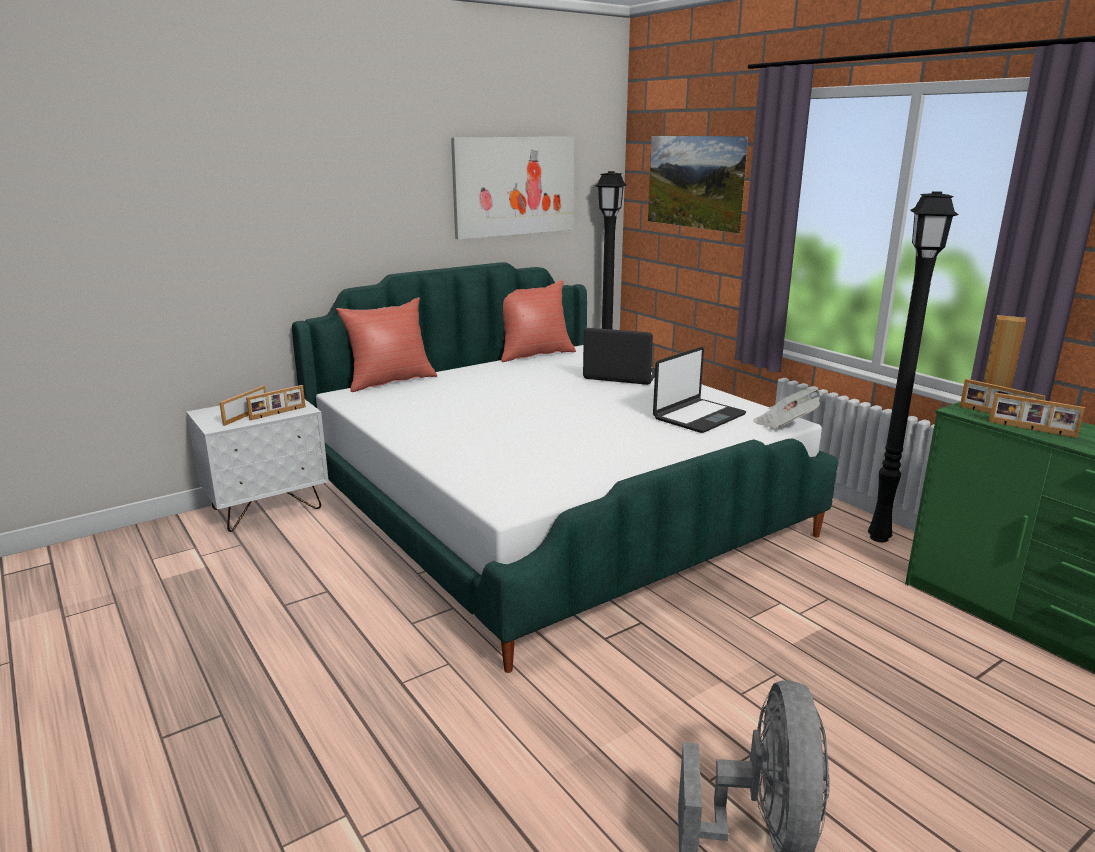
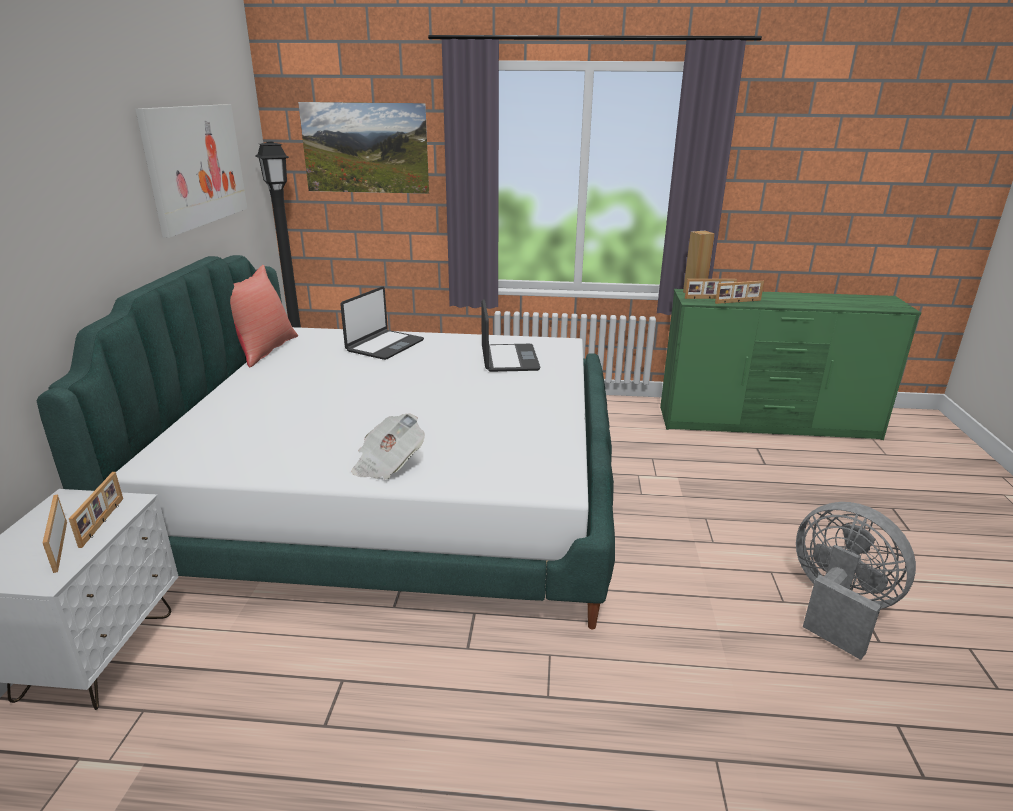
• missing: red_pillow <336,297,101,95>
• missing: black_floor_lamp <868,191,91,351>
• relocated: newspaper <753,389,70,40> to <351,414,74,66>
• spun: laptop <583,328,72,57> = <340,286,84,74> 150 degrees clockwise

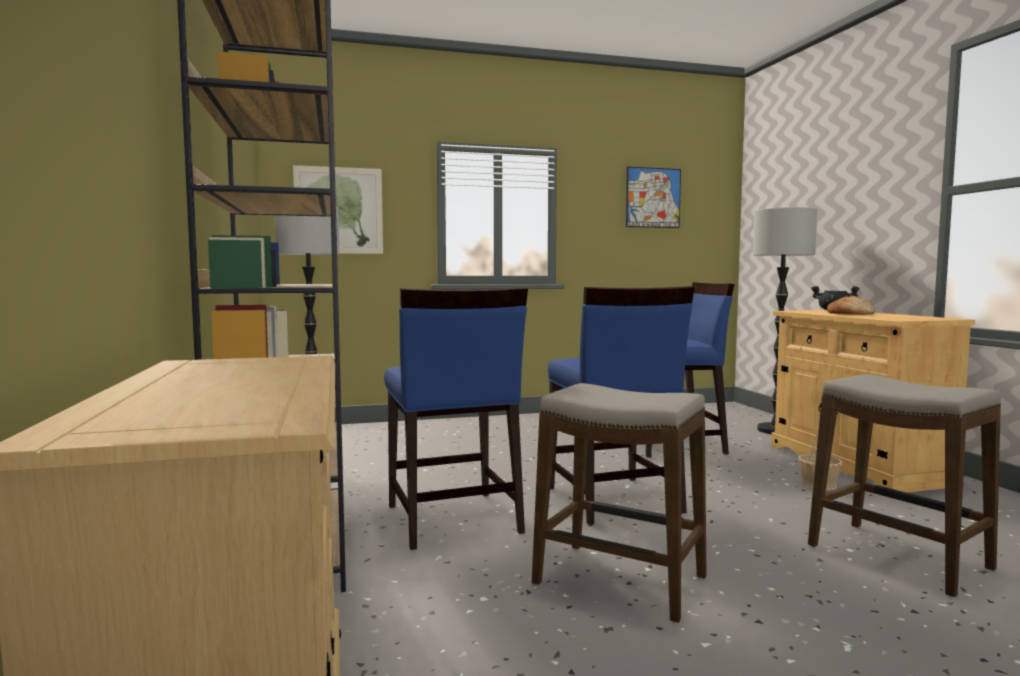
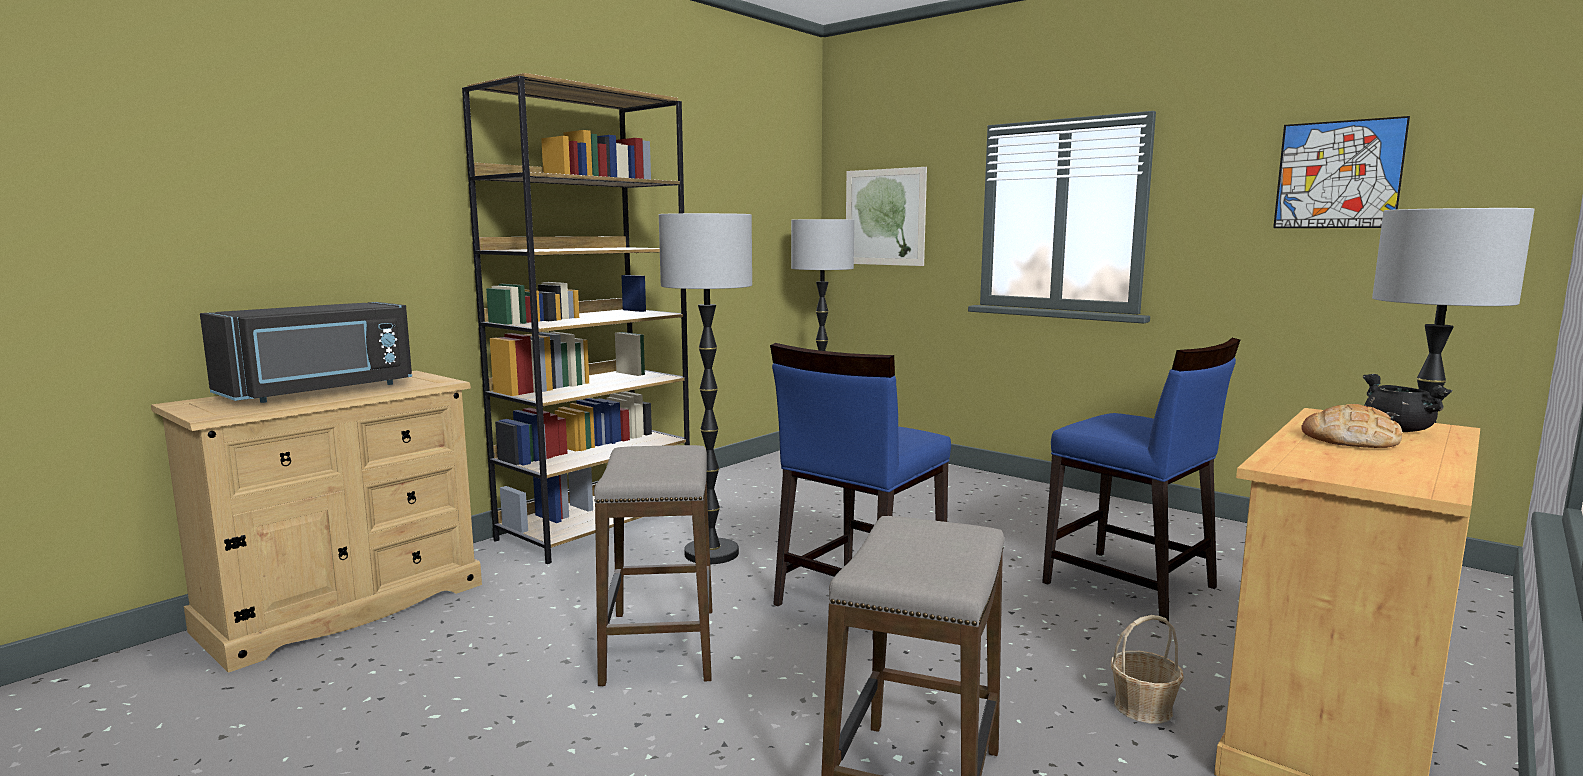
• appeared: black_microwave <200,302,212,101>
• exchanged: blue_chair <384,287,144,263> to floor_lamp <659,213,93,351>

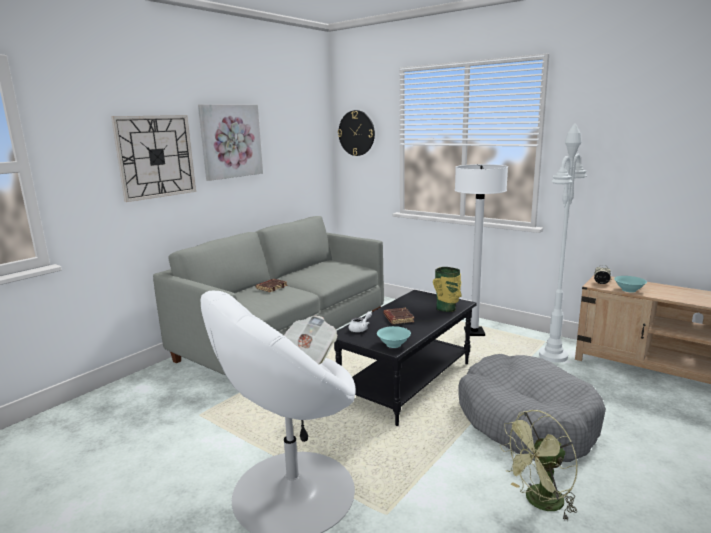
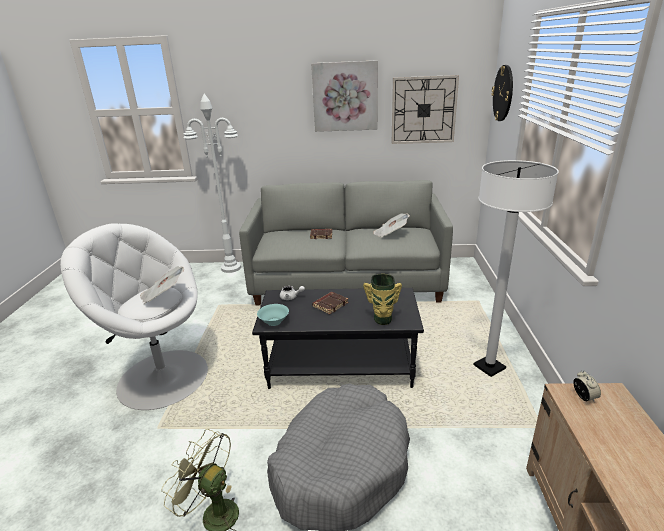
• missing: turquoise_bowl <614,276,33,17>
• appeared: newspaper <373,213,37,25>
• relocated: wall_clock <111,115,85,87> to <391,75,68,69>
• relocated: white_floor_lamp <539,123,48,240> to <183,94,58,179>

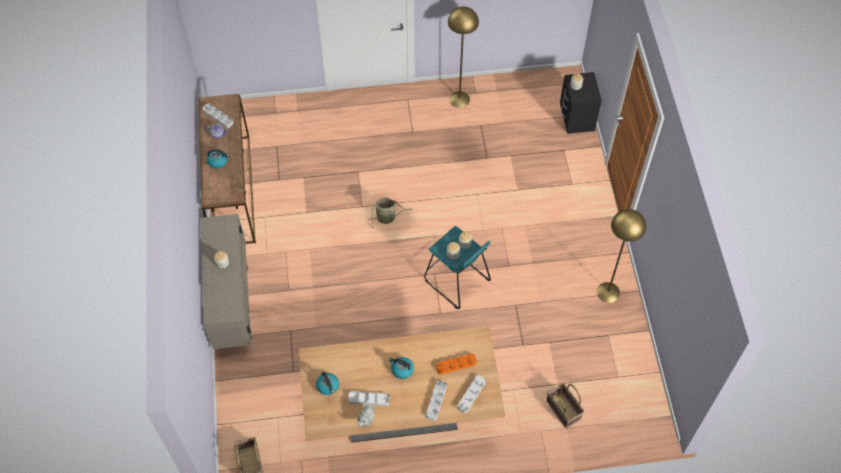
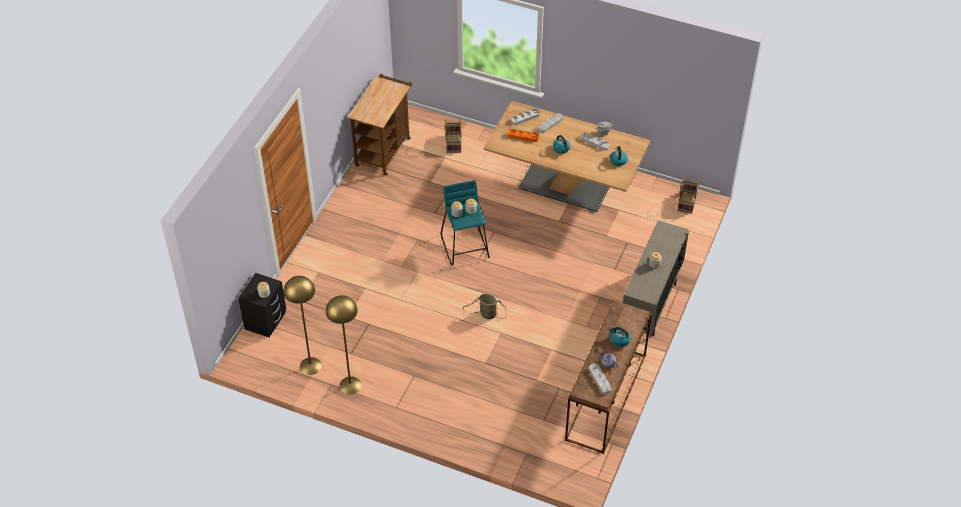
• appeared: brown_cart <348,74,64,101>
• relocated: yellow_floor_lamp <597,209,50,94> to <284,276,38,99>

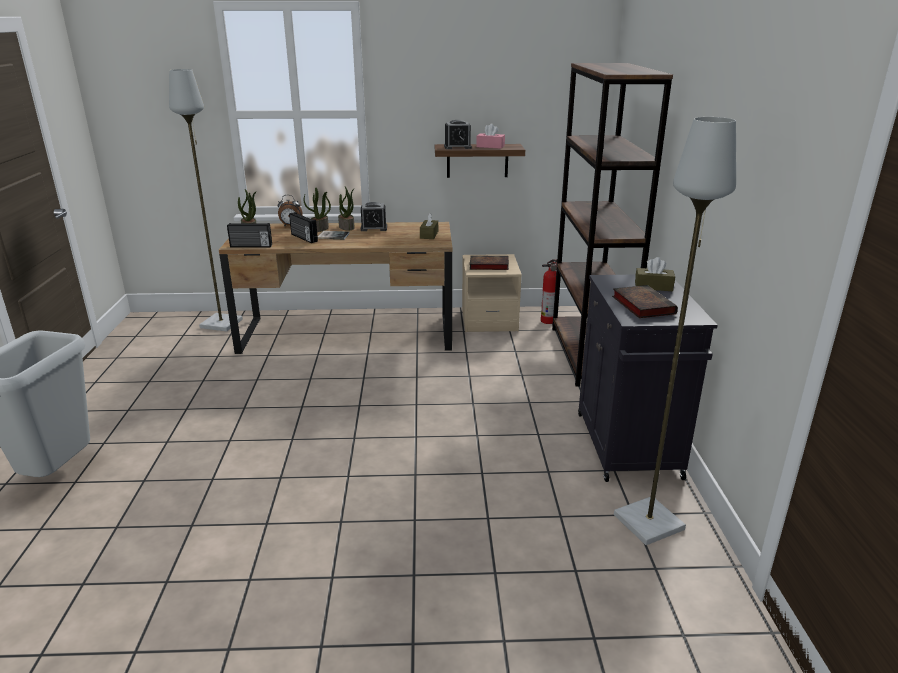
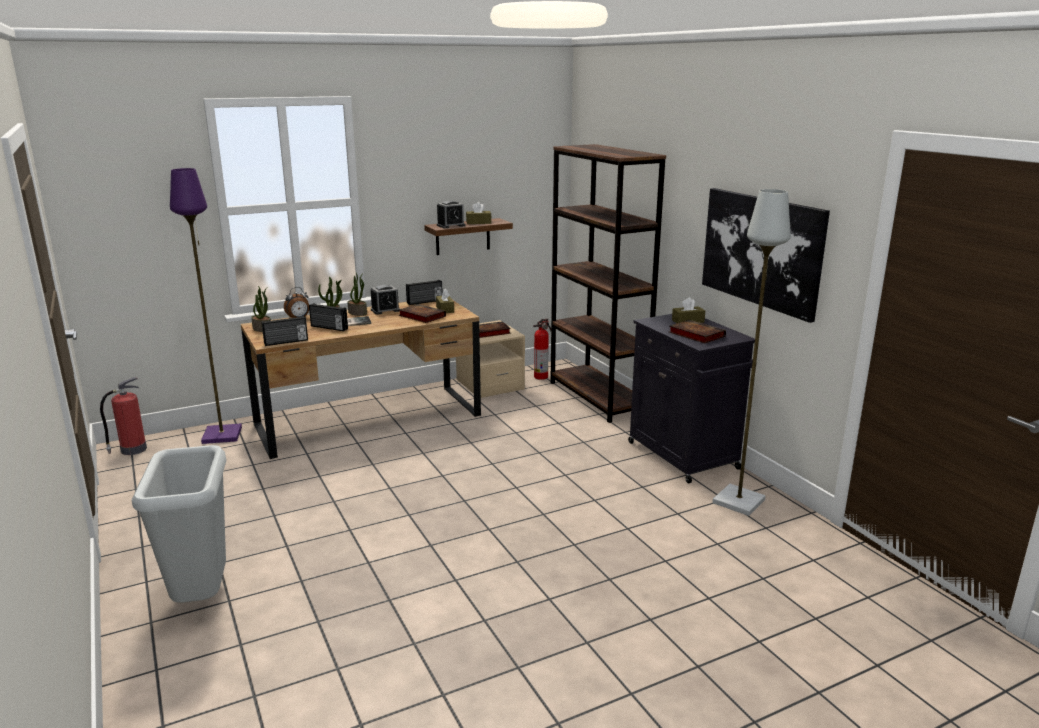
• appeared: fire_extinguisher <100,377,47,78>
• appeared: book <399,304,47,19>
• appeared: radio <406,280,37,25>
• appeared: picture <702,188,128,135>
• colour: grey_floor_lamp <169,69,74,262> to purple_floor_lamp <170,168,72,276>
• colour: pink_tissue_box <476,124,29,25> to brown_tissue_box <466,202,25,22>

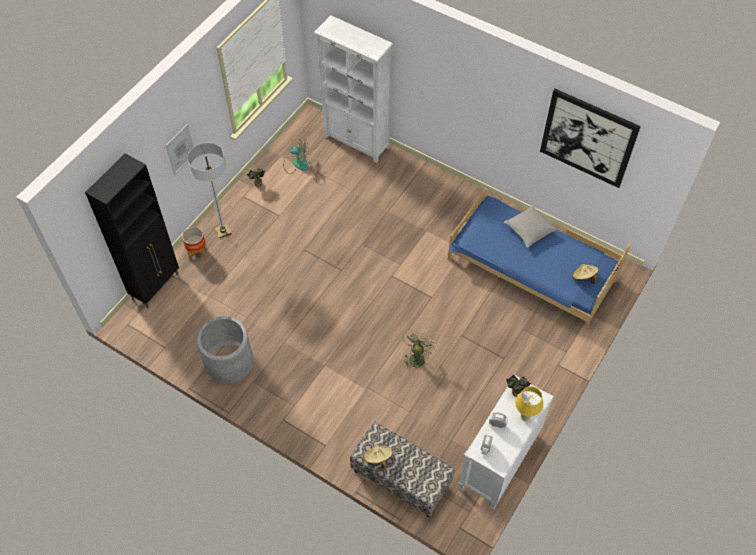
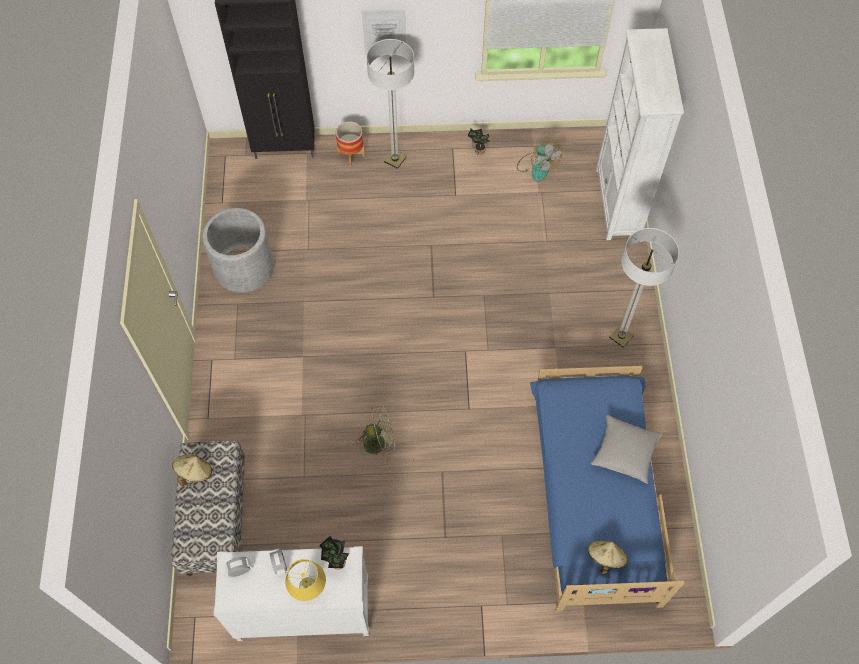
• missing: picture <540,89,101,99>
• appeared: floor_lamp <609,228,70,120>

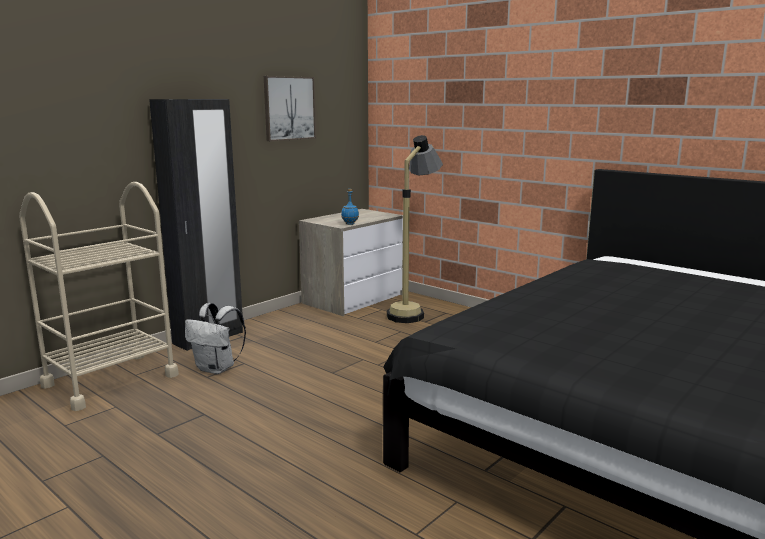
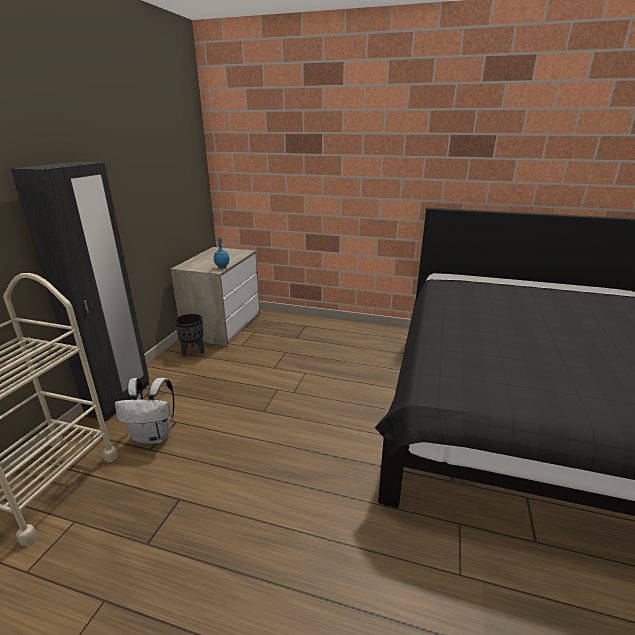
• missing: picture <264,76,52,65>
• missing: floor_lamp <387,135,56,188>
• appeared: black_planter <175,314,29,42>

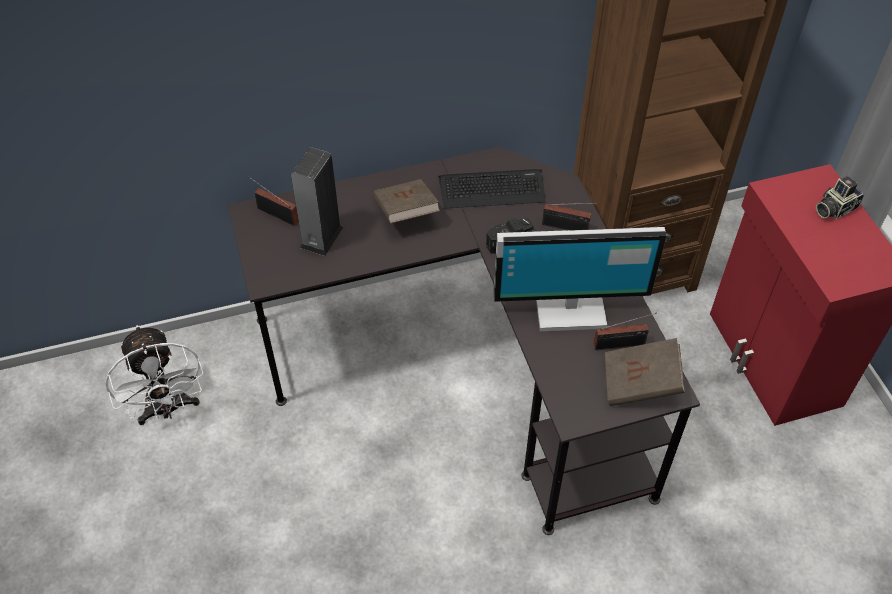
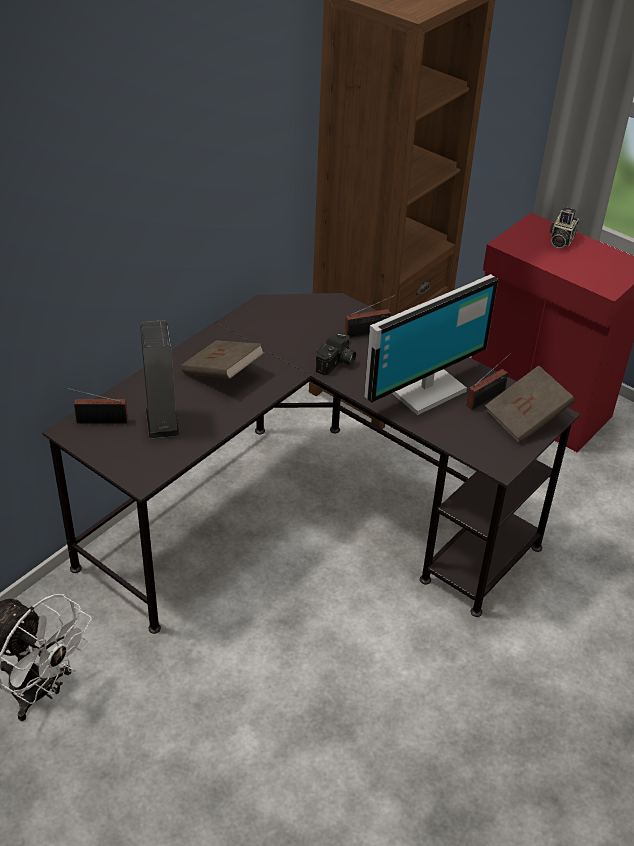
• missing: keyboard <438,169,108,40>

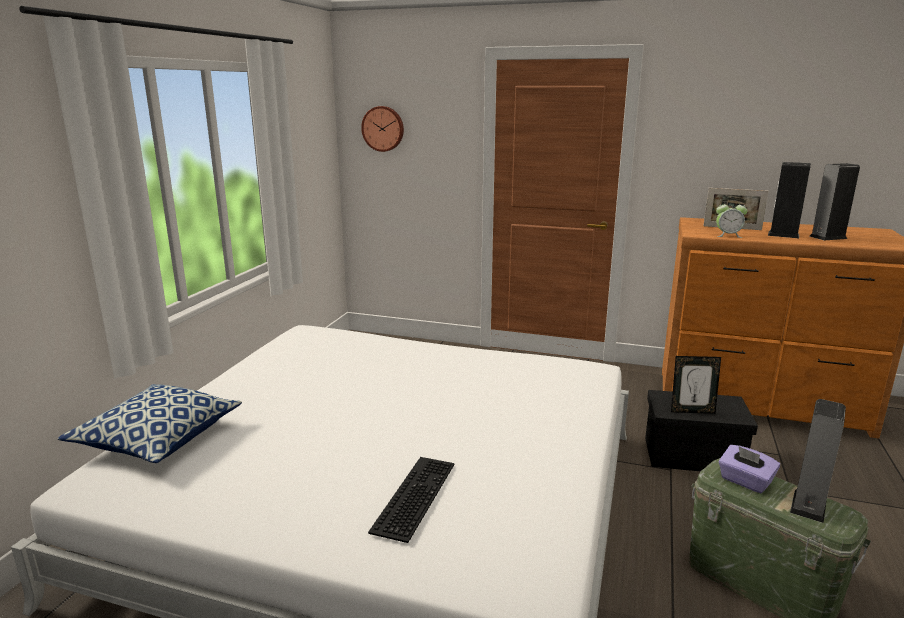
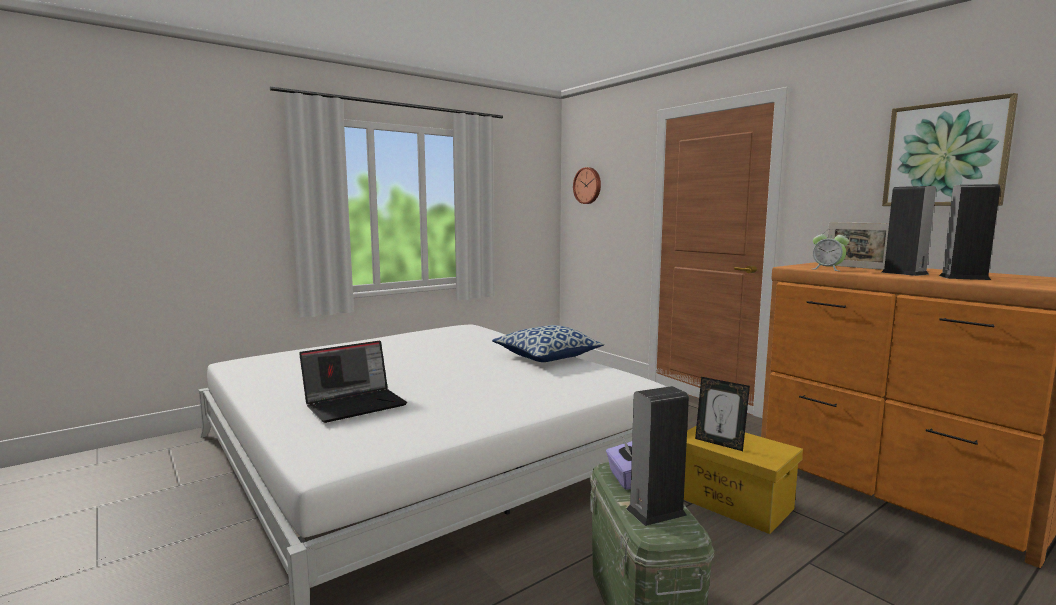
• appeared: picture <882,93,136,113>
• relocated: pillow <57,384,185,79> to <492,325,112,37>
• exchanged: keyboard <368,457,86,86> to laptop <299,341,108,82>
• colour: black_storage_box <645,390,113,81> to yellow_storage_box <684,425,119,109>

